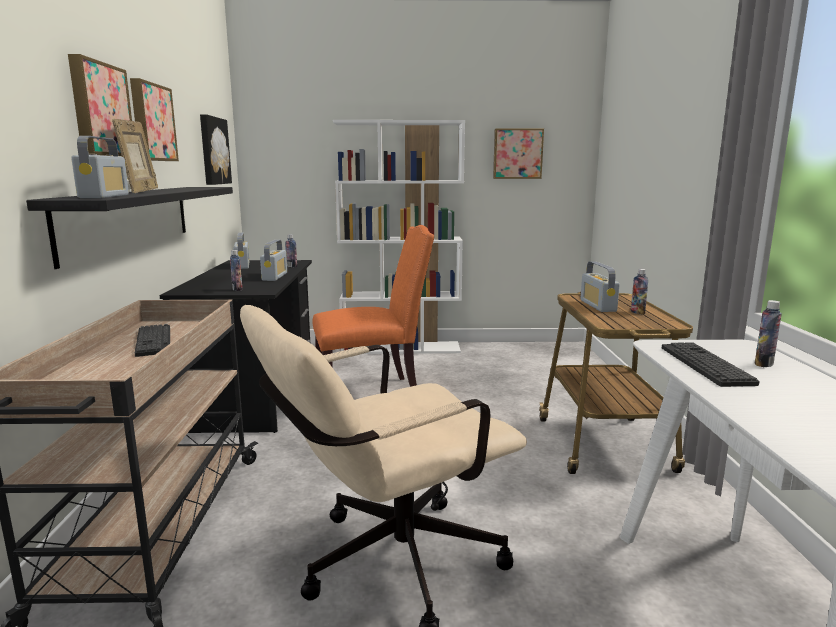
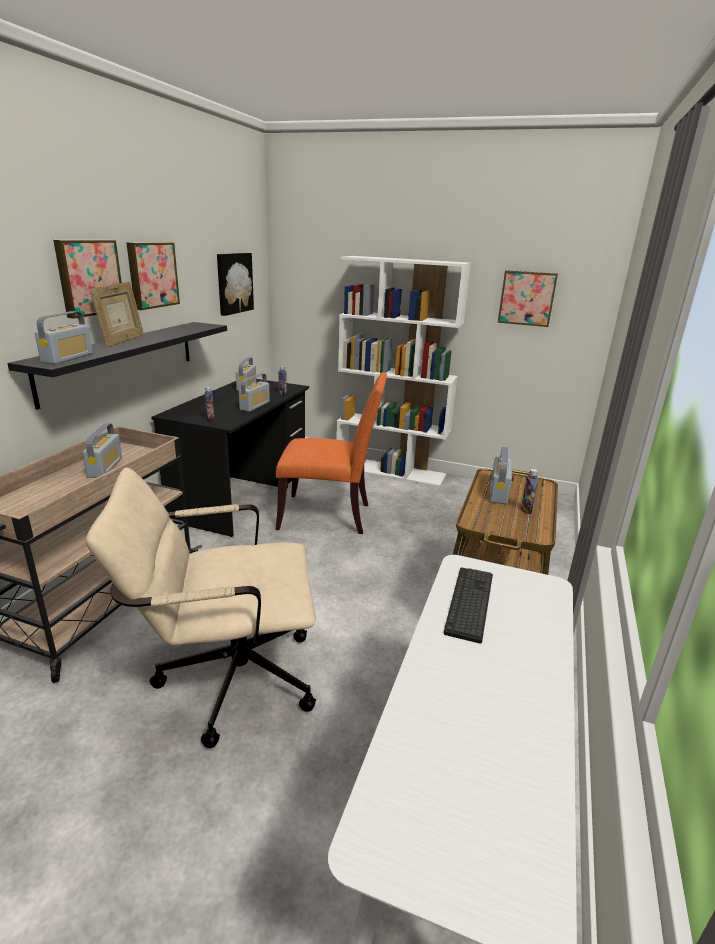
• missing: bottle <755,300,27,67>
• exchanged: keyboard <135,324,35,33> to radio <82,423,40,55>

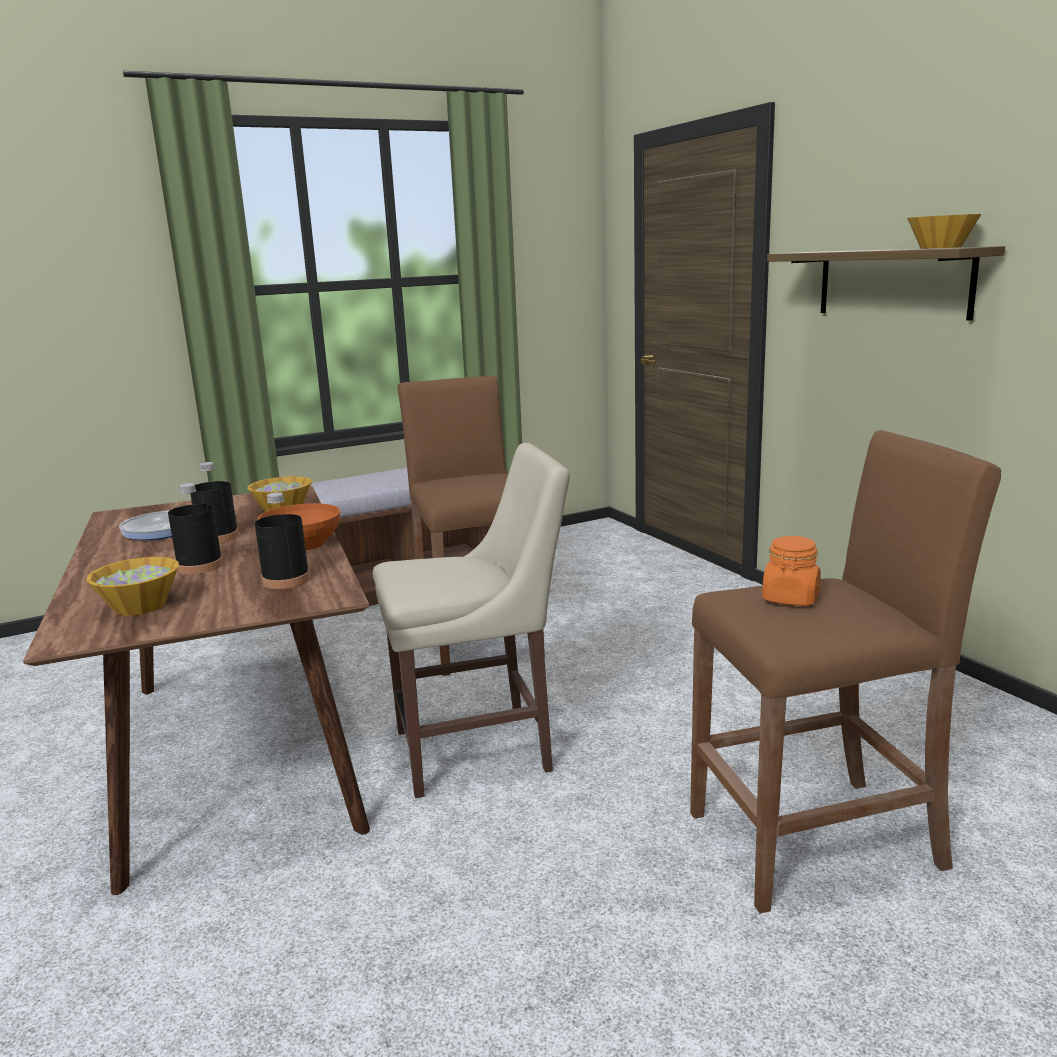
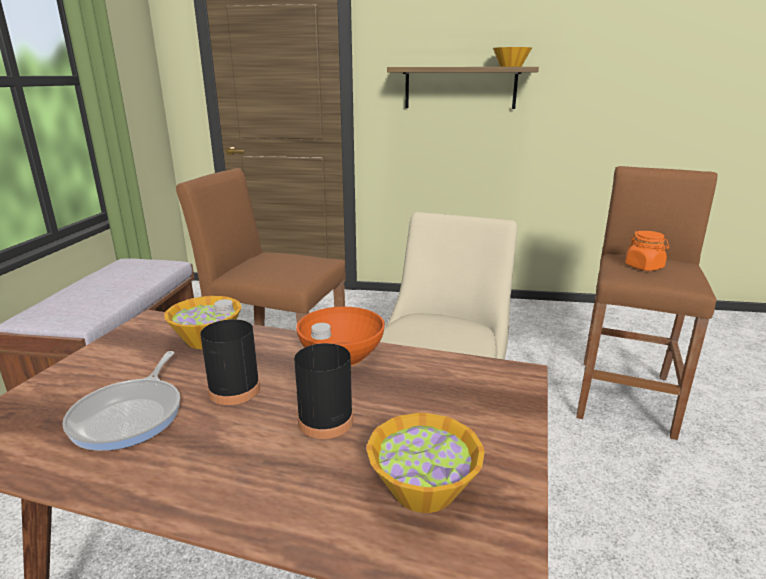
• missing: black_bottle <255,492,55,97>

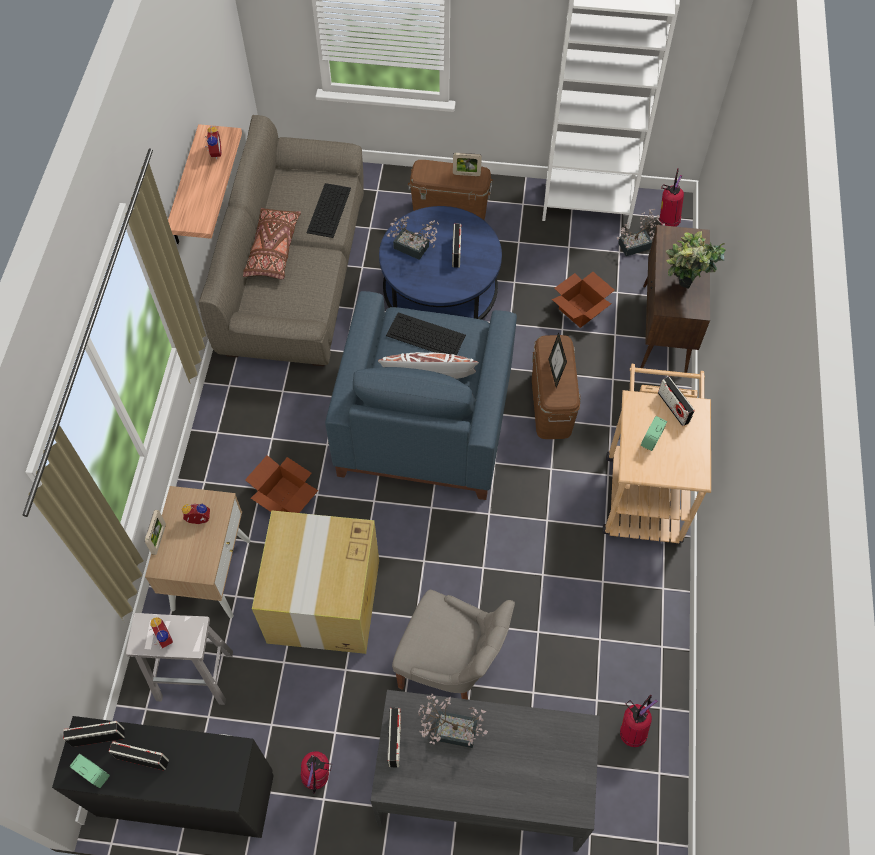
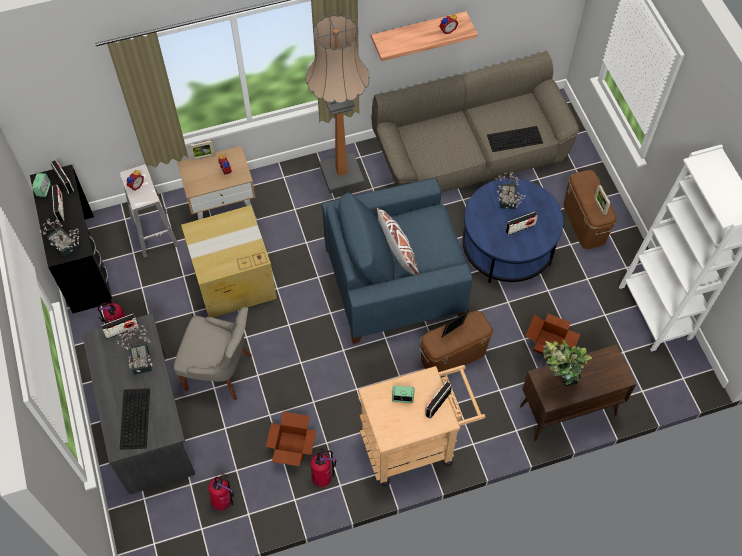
• missing: brown_pillow <243,208,58,72>
• appeared: floor_lamp <306,15,64,178>
• relocated: cardboard_box <245,455,73,58> to <266,412,50,54>
• relocated: keyboard <386,312,80,43> to <120,388,30,62>
• relocated: potted_plant <617,209,49,47> to <39,219,41,38>
• relocated: fire_extinguisher <659,168,25,59> to <311,449,26,38>
• spun: grey_chair <392,590,123,109> = <174,307,78,94> 75 degrees counterclockwise

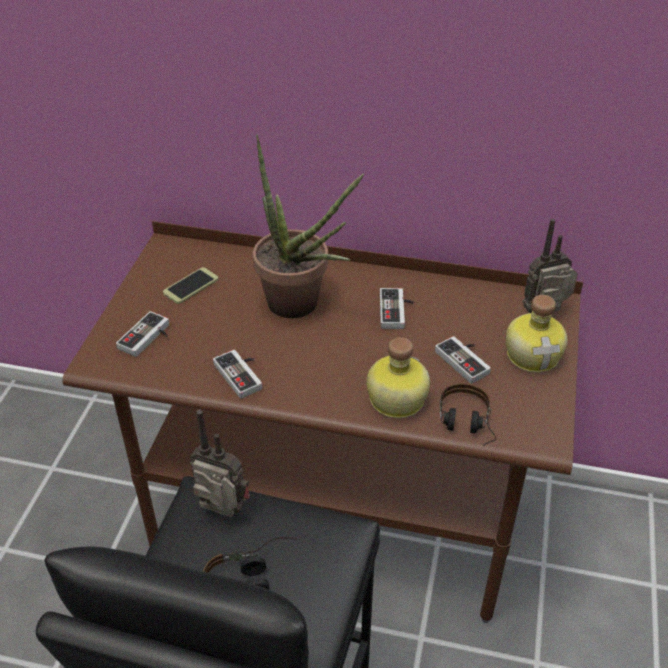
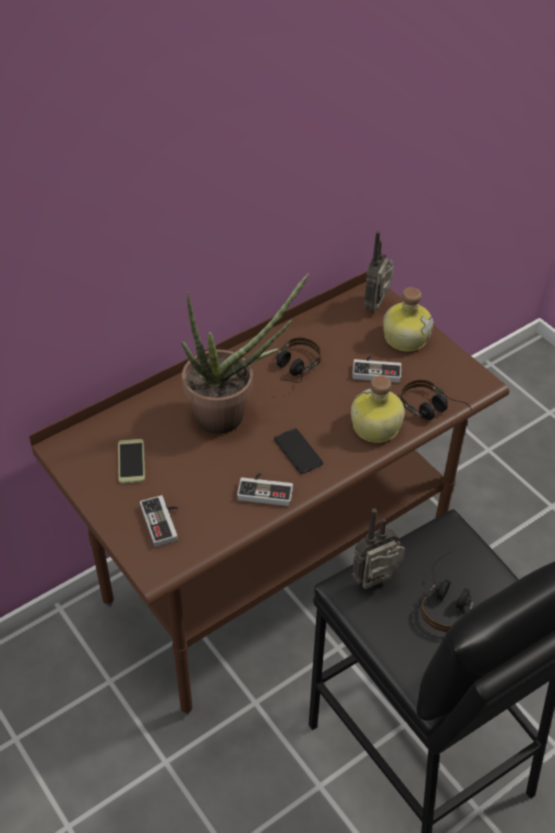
• appeared: phone <274,428,49,46>
• exchanged: game_controller <380,288,35,41> to headphones <276,337,45,46>

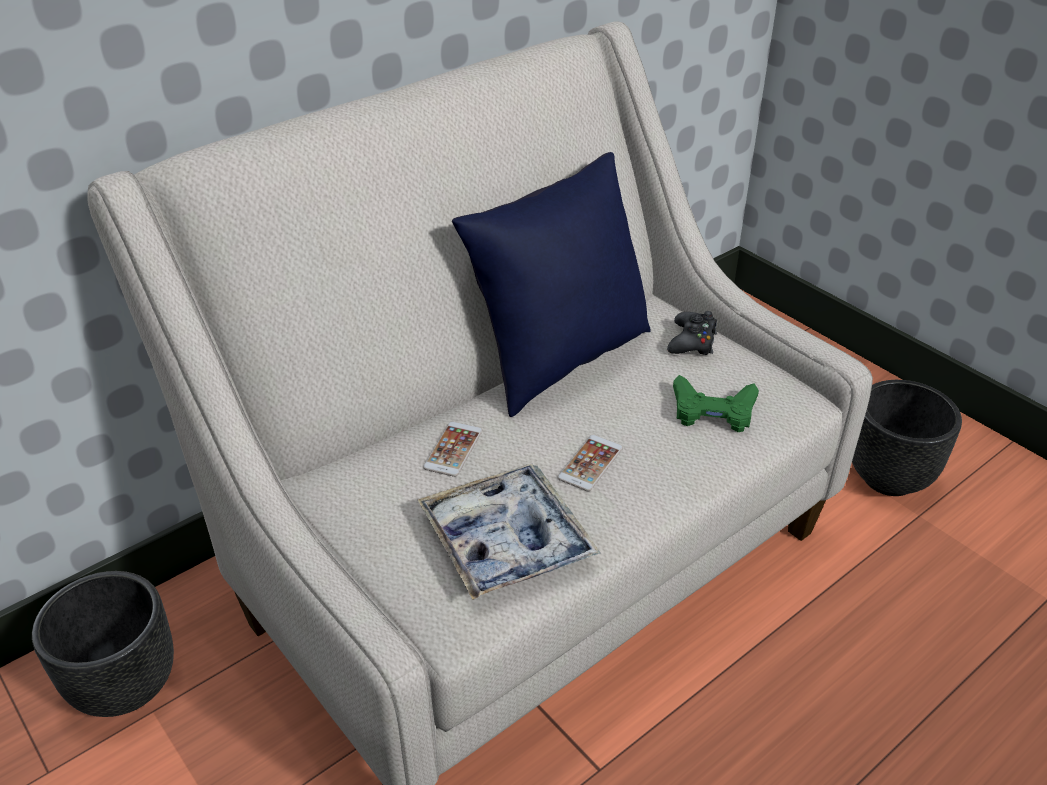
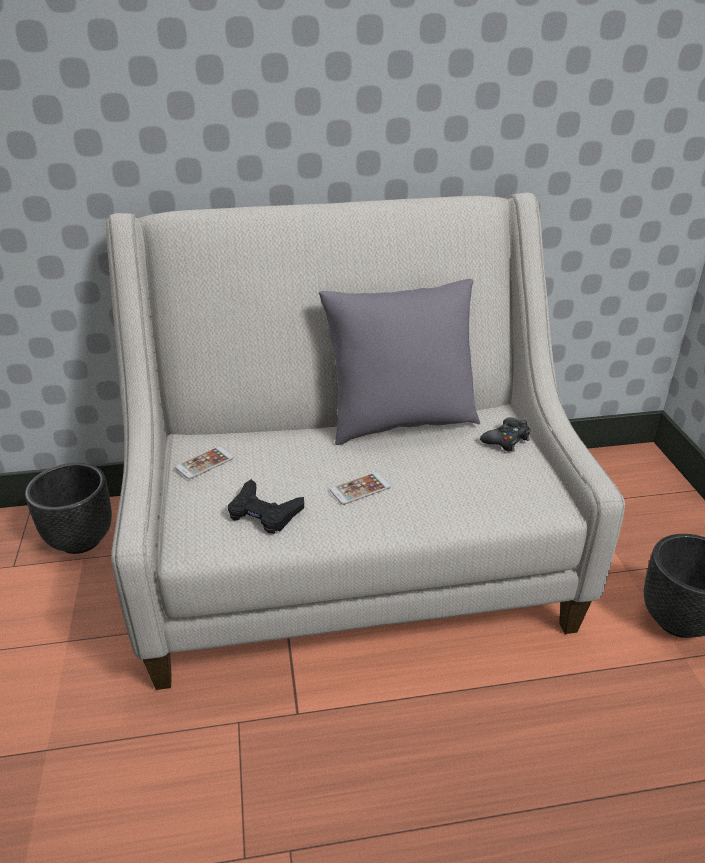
• missing: green_game_controller <673,375,86,57>
• relocated: phone <423,422,59,55> to <175,446,59,33>
• exchanged: tray <417,464,183,136> to black_game_controller <228,479,76,55>
• colour: blue_pillow <452,152,199,265> to grey_pillow <319,279,161,166>

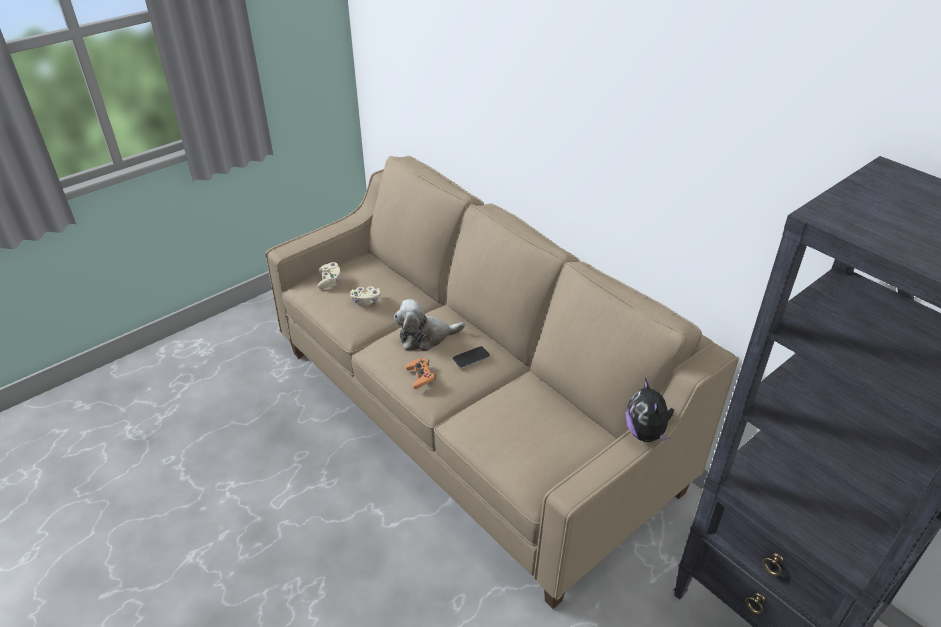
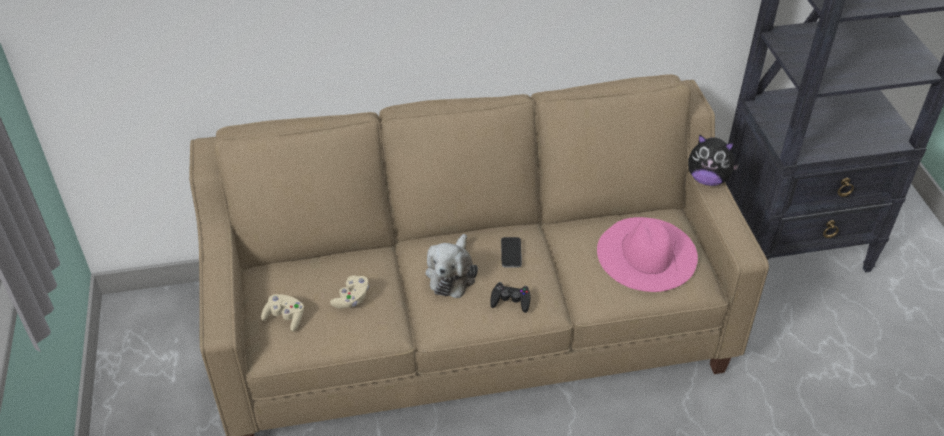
• appeared: pink_hat <597,217,101,75>
• colour: orange_game_controller <406,358,30,31> to black_game_controller <490,282,41,31>

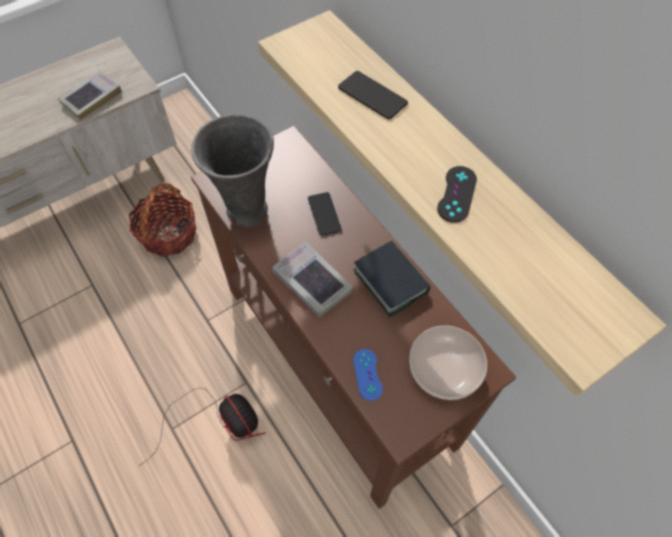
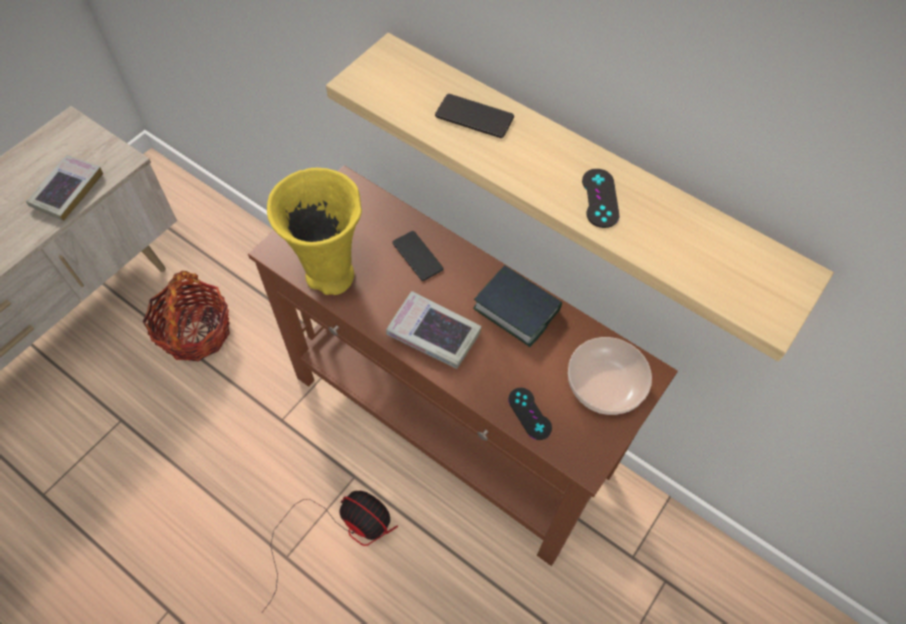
• colour: grey_vase <191,114,83,114> to yellow_vase <267,168,95,127>
• colour: blue_game_controller <353,349,30,52> to black_game_controller <508,388,44,52>

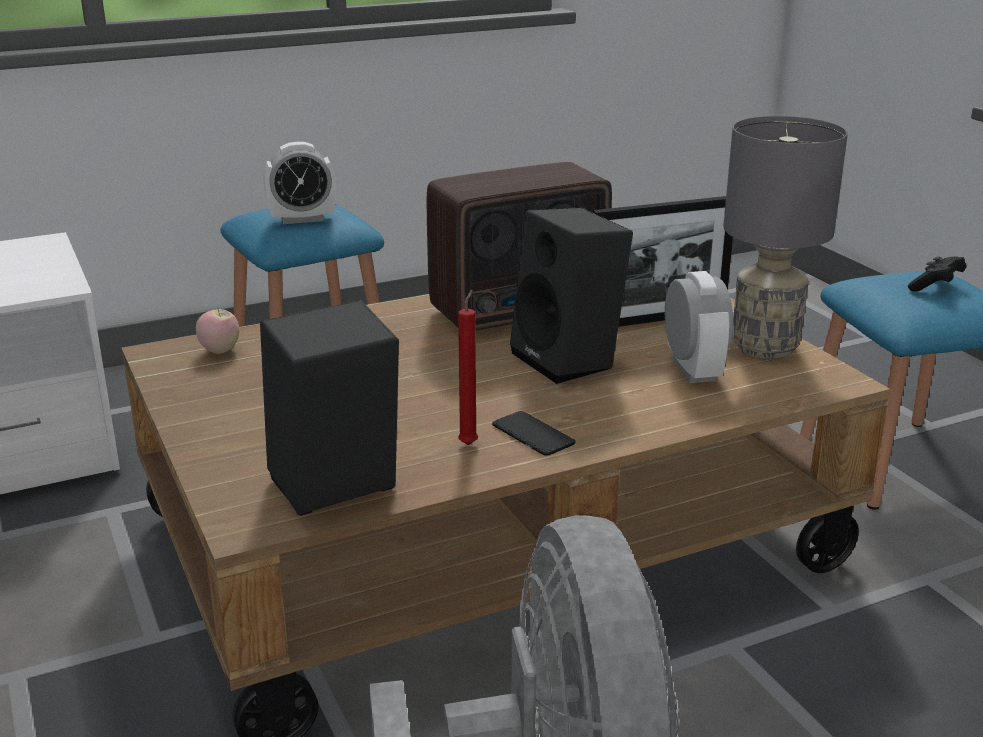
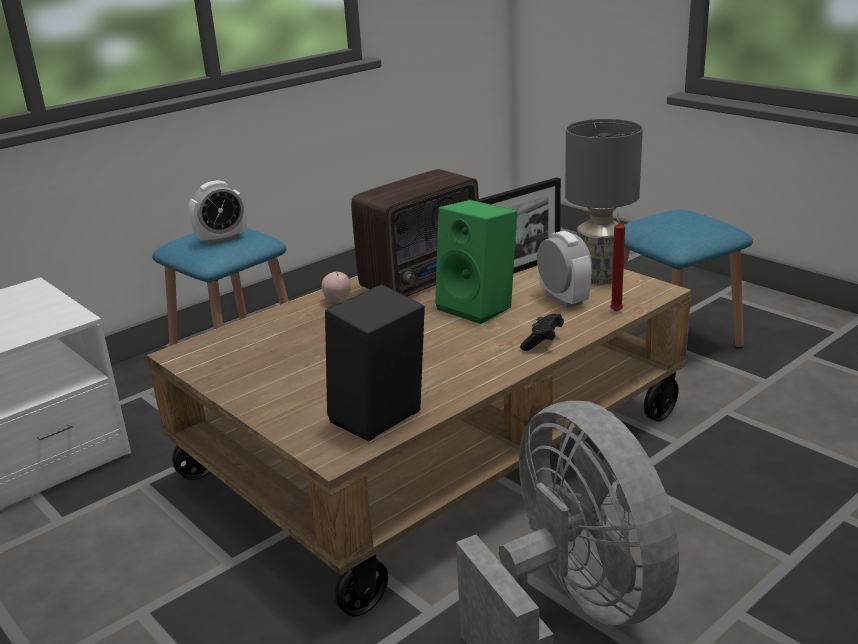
• missing: phone <492,411,84,45>
• relocated: apple <196,306,43,48> to <321,270,30,33>
• relocated: red_candle <458,290,20,155> to <610,213,15,99>
• relocated: black_game_controller <908,257,58,34> to <520,314,44,37>
• colour: black_speaker <510,208,123,176> to green_speaker <435,200,82,124>

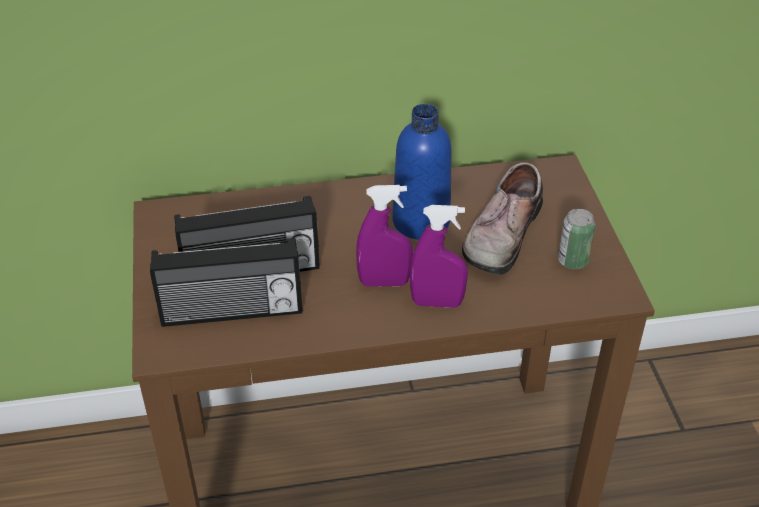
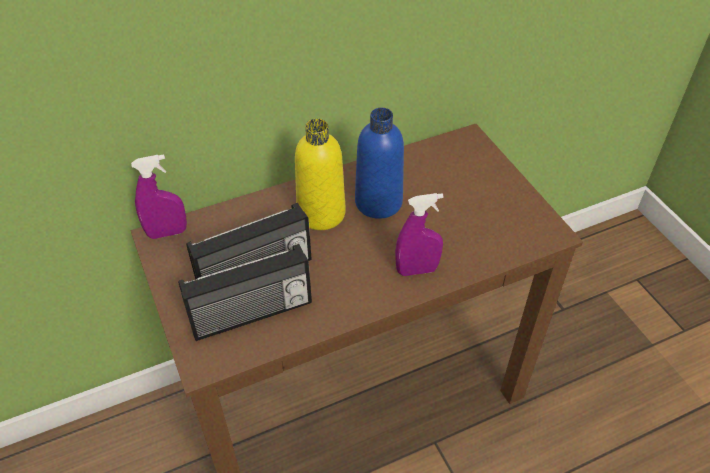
• missing: shoe <462,162,81,113>
• missing: can <558,209,38,60>
• appeared: yellow_bottle <295,119,51,111>
• relocated: purple_spray_bottle <356,185,57,102> to <131,155,56,84>

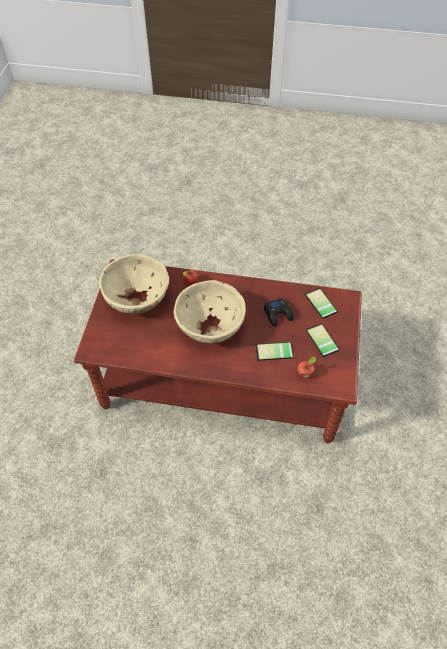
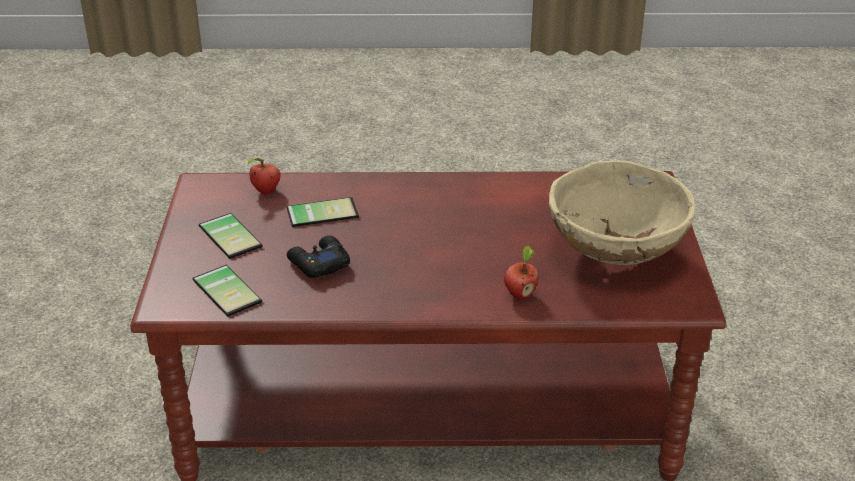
• missing: beige_bowl <174,280,72,63>

